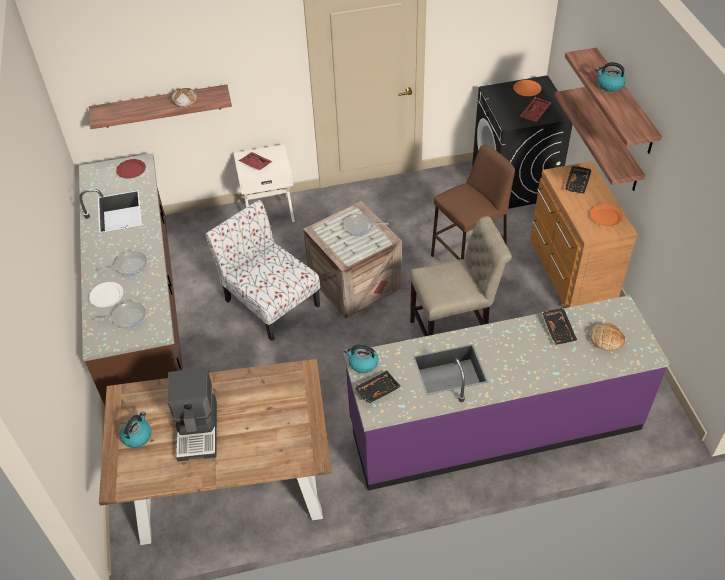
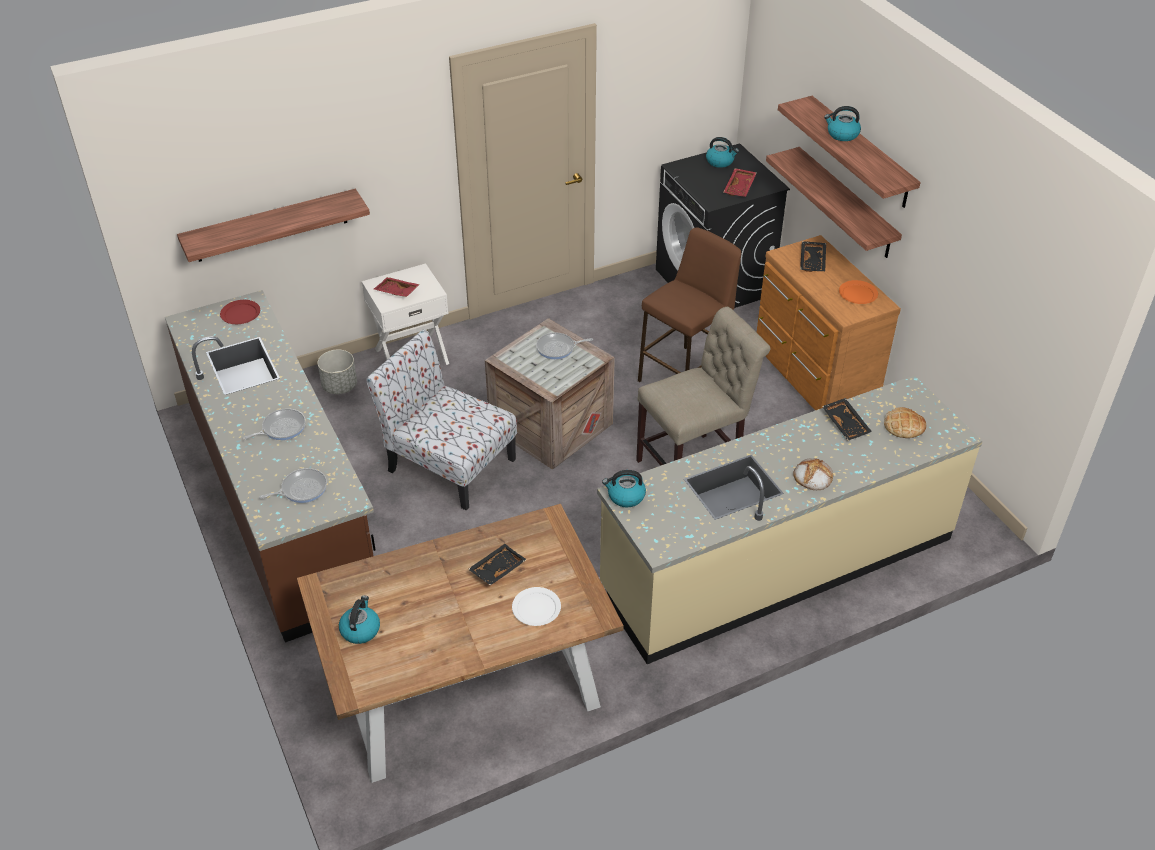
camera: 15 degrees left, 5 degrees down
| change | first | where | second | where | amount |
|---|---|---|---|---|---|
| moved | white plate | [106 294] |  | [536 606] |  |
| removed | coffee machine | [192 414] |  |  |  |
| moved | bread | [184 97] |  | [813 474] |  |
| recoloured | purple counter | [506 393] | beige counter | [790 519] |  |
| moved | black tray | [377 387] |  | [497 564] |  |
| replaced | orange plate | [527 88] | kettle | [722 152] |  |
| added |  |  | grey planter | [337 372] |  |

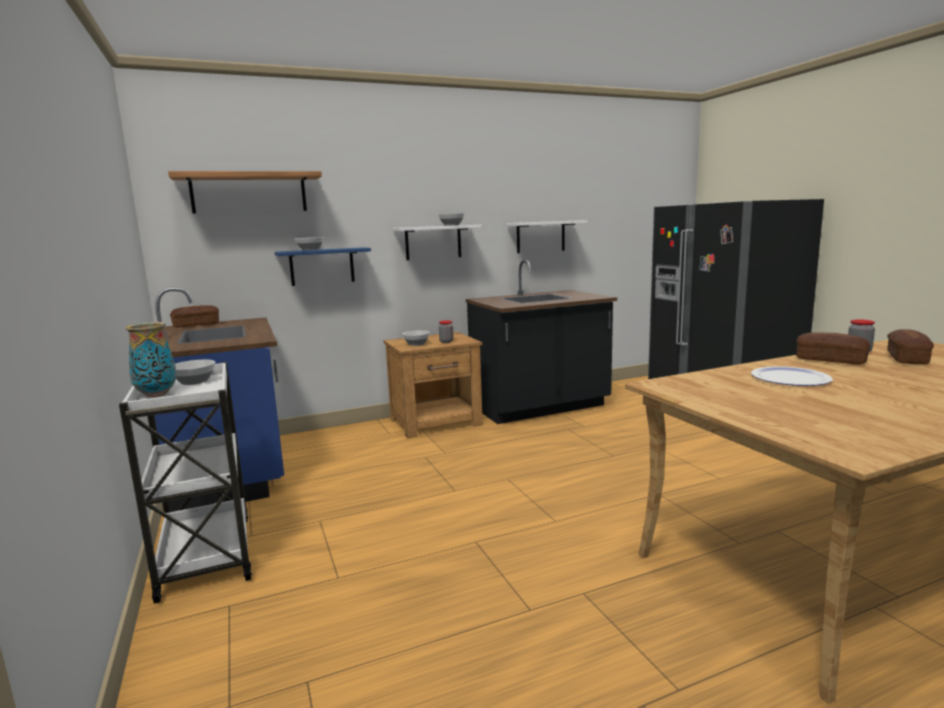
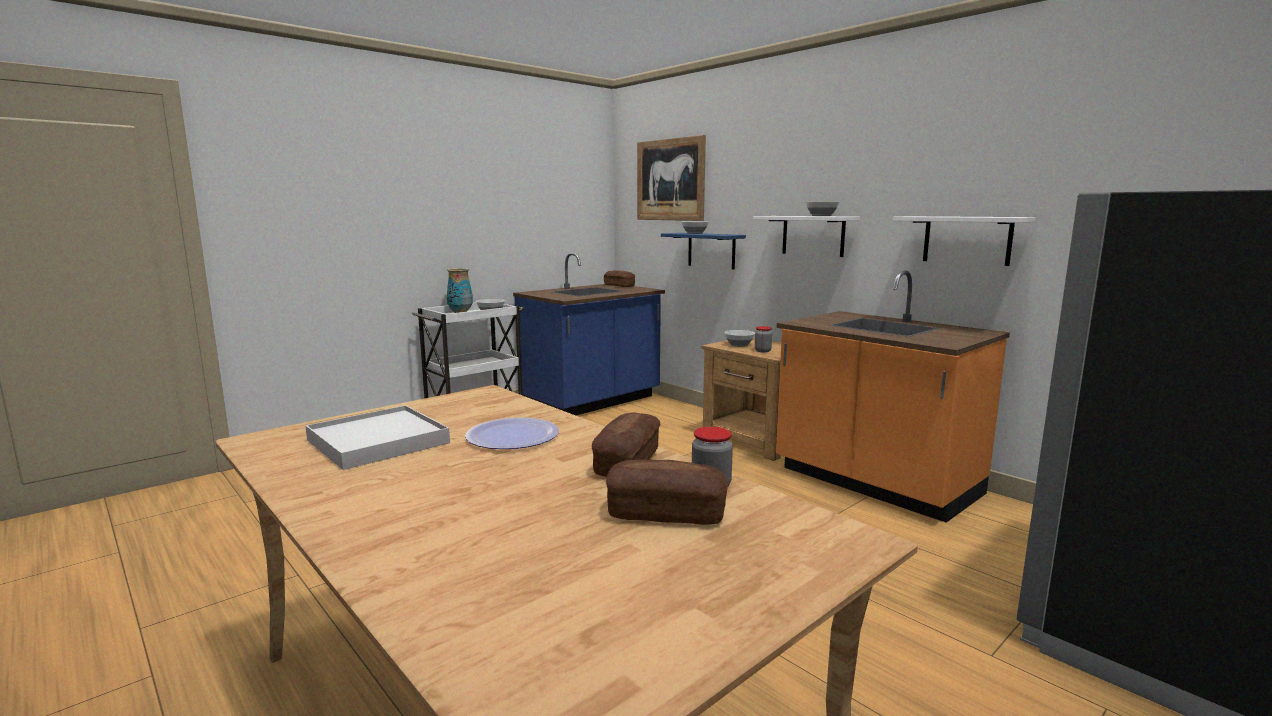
camera: 70 degrees right, 0 degrees up
| change | first | where | second | where | amount |
|---|---|---|---|---|---|
| replaced | shelf | [245 192] | picture | [671 178] |  |
| recoloured | black counter | [541 342] | orange counter | [893 397] |  |
| added |  |  | white tray | [377 437] |  |

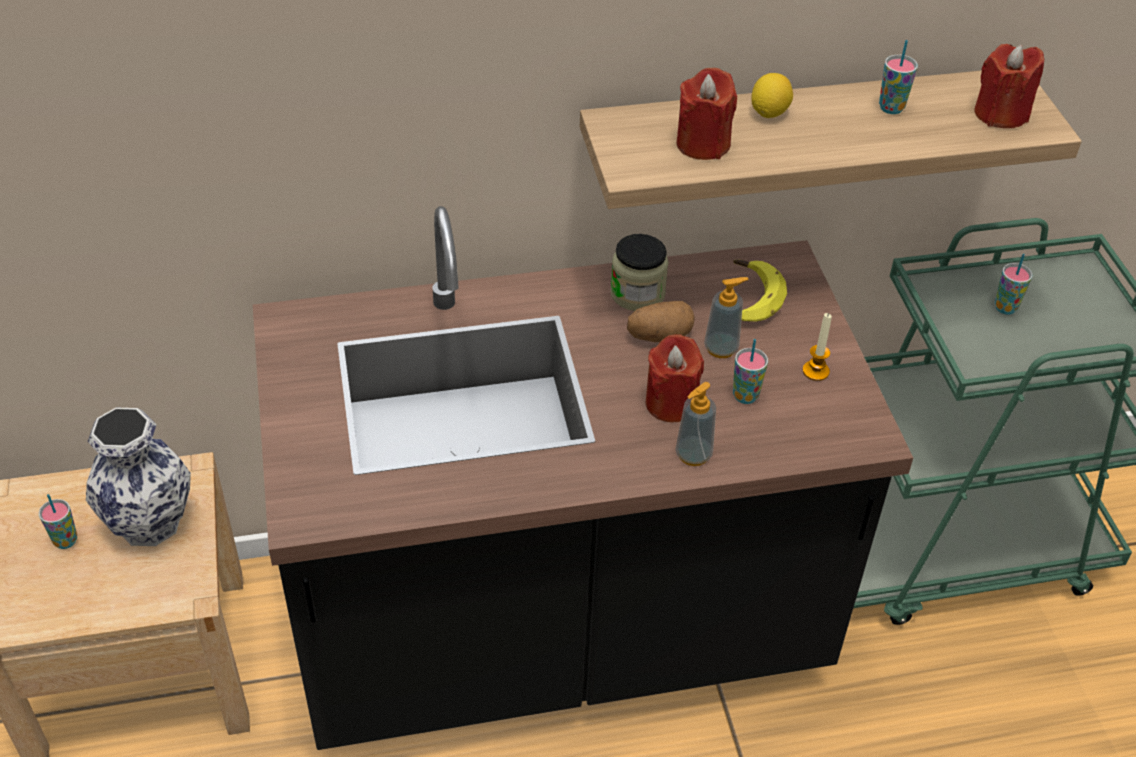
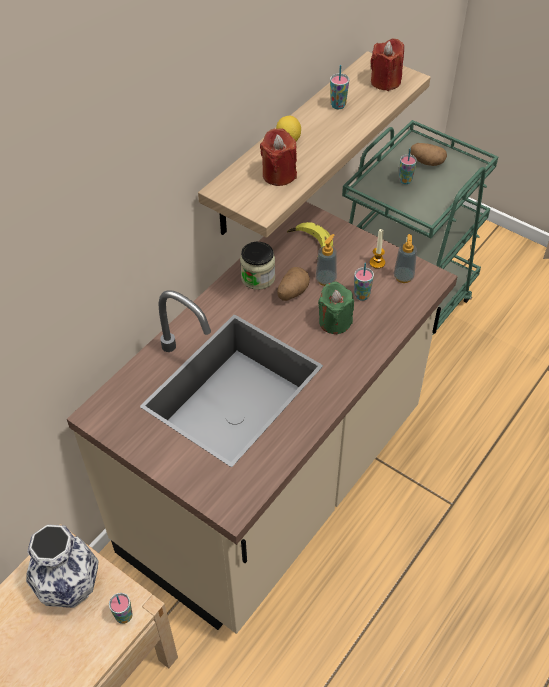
camera: 40 degrees left, 5 degrees up
| change | first | where | second | where | amount |
|---|---|---|---|---|---|
| moved | cup | [58 521] |  | [120 608] |  |
| recoloured | black counter | [583 478] | beige counter | [262 418] |  |
| recoloured | red candle | [674 378] | green candle | [336 308] |  |
| moved | soap dispenser | [695 424] |  | [405 258] |  |
| added |  |  | potato | [428 154] |  |

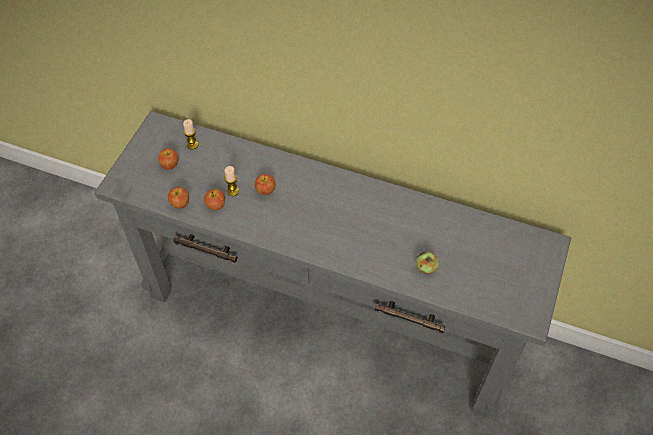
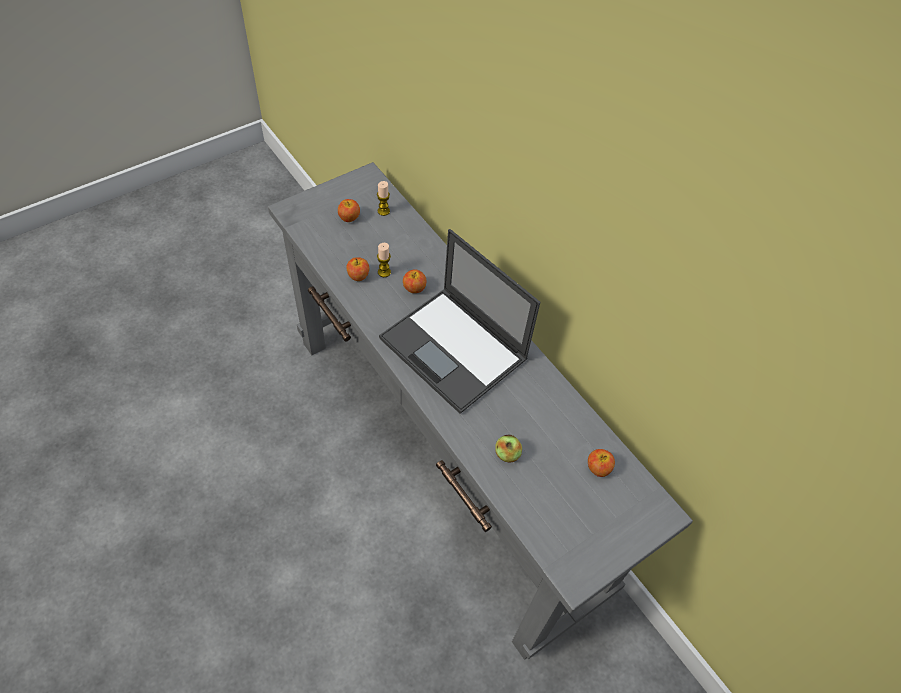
camera: 30 degrees right, 0 degrees up
| change | first | where | second | where | amount |
|---|---|---|---|---|---|
| moved | apple | [178 198] |  | [601 463] |  |
| added |  |  | laptop | [459 321] |  |

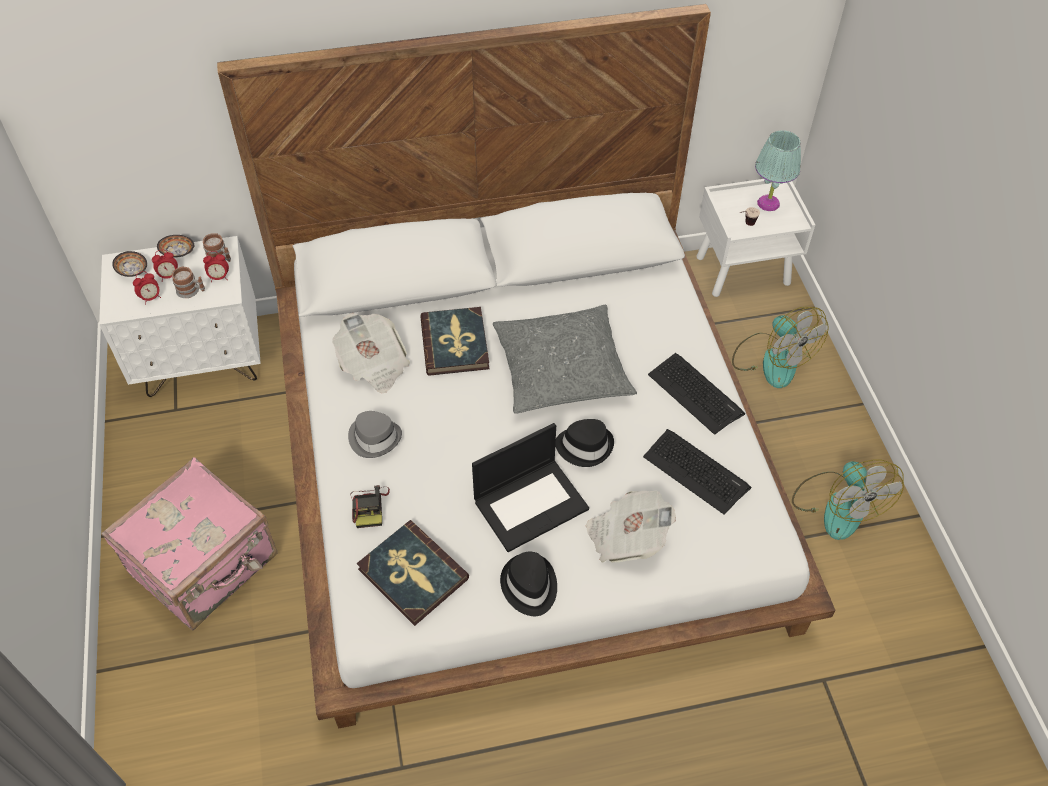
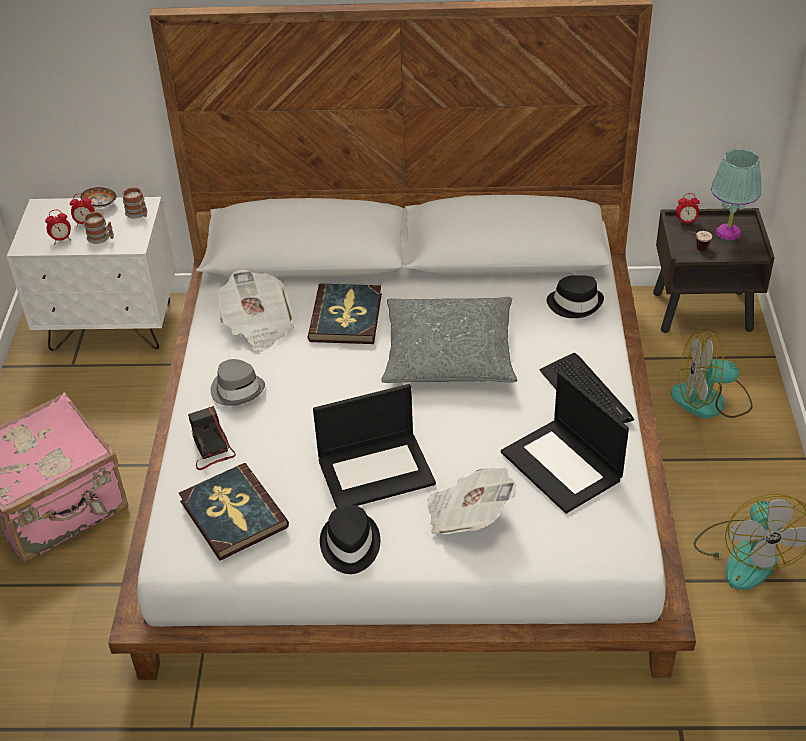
camera: 15 degrees right, 10 degrees down
| change | first | where | second | where | amount |
|---|---|---|---|---|---|
| removed | bowl | [129 264] |  |  |  |
| moved | alarm clock | [216 266] |  | [688 209] |  |
| turned | photo camera | [370 506] |  | [212 438] | 150 degrees clockwise |
| moved | black hat | [584 443] |  | [575 296] |  |
| replaced | keyboard | [697 472] | laptop | [565 442] |  |
| recoloured | white nightstand | [755 238] | brown nightstand | [714 270] |  |
| turned | fan | [780 347] |  | [712 374] | 105 degrees clockwise |

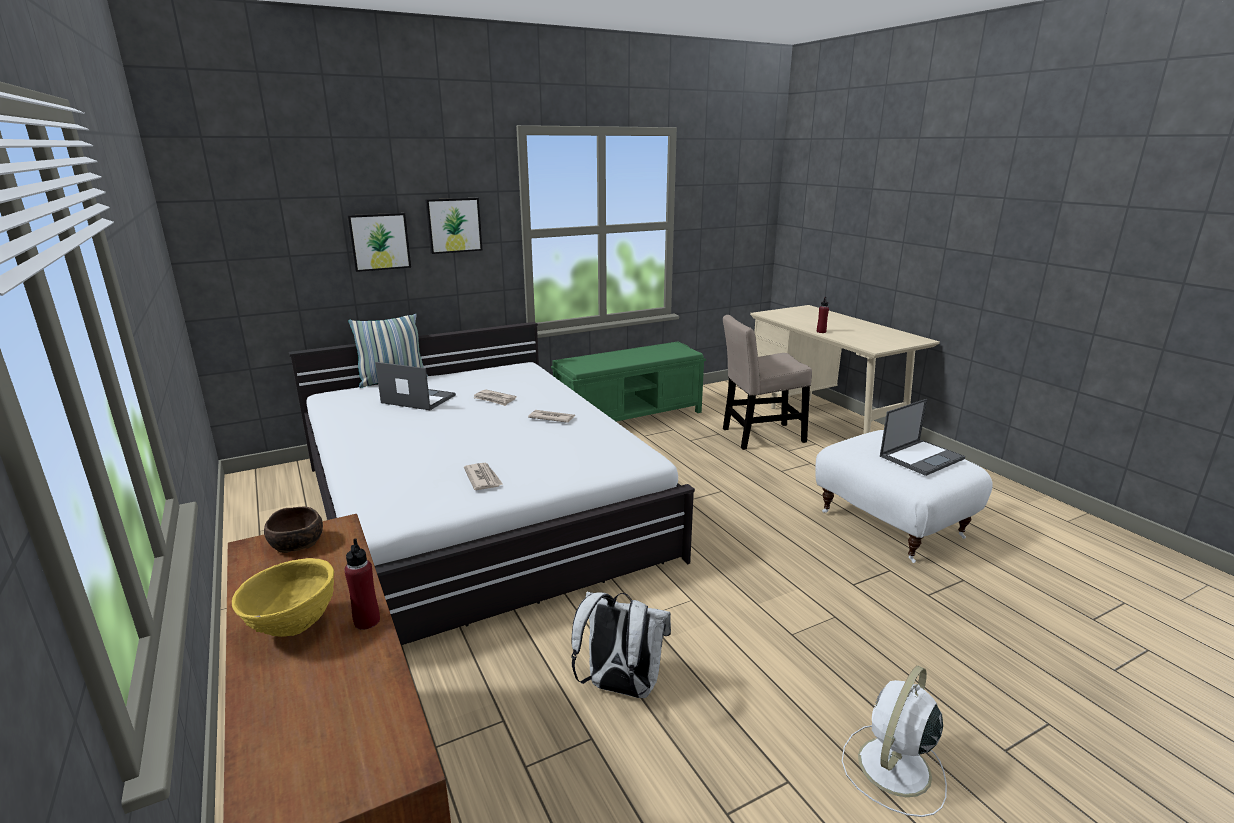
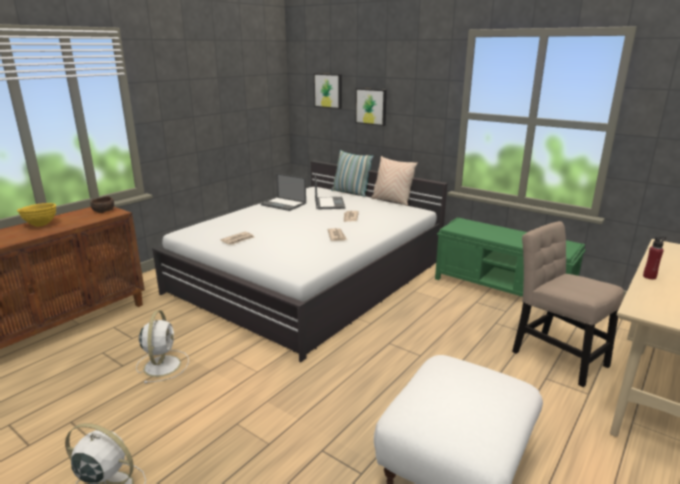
camera: 65 degrees right, 0 degrees up
| change | first | where | second | where | amount |
|---|---|---|---|---|---|
| removed | red bottle | [362 584] |  |  |  |
| moved | picture | [453 226] |  | [328 91] |  |
| replaced | white backpack | [621 645] | white fan | [162 346] |  |
| moved | laptop | [922 437] |  | [283 192] |  |
| added |  |  | beige pillow | [394 181] |  |

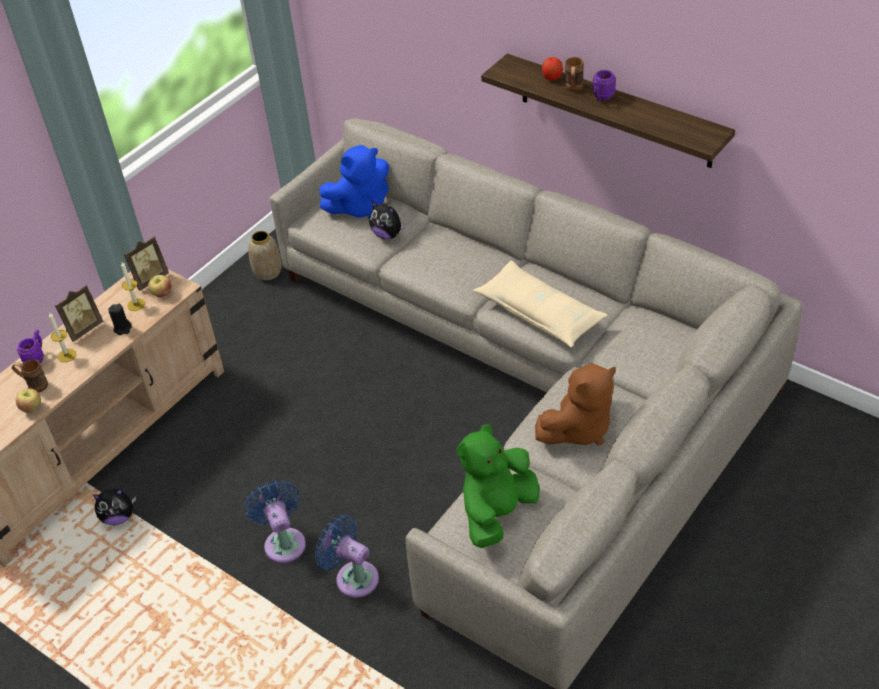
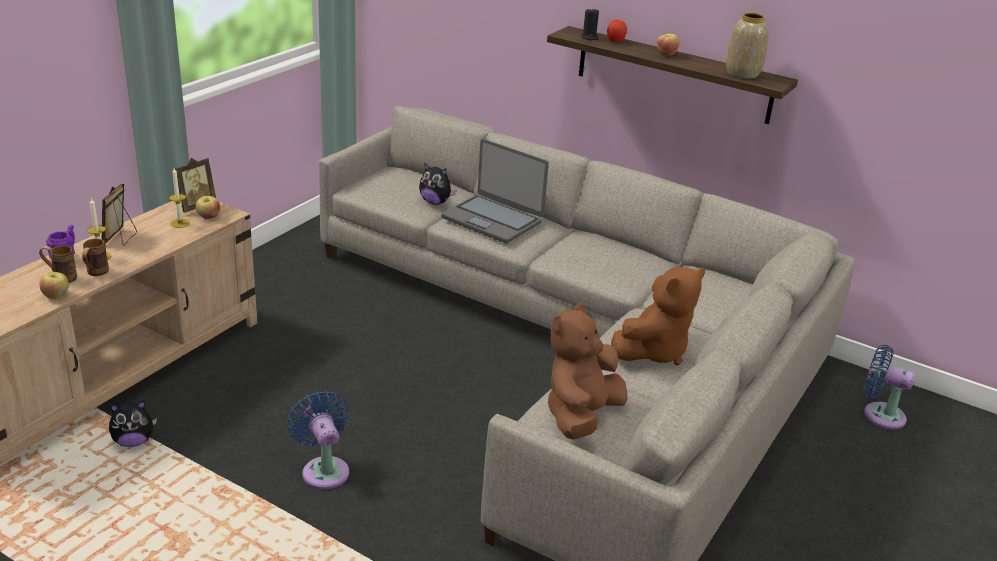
camera: 10 degrees left, 15 degrees down
| change | first | where | second | where | amount |
|---|---|---|---|---|---|
| turned | picture frame | [79 313] |  | [119 214] | 150 degrees clockwise |
| moved | black candle | [120 319] |  | [590 24] |  |
| moved | vase | [265 255] |  | [747 46] |  |
| moved | blue fan | [347 556] |  | [889 387] |  |
| removed | blue plush toy | [354 182] |  |  |  |
| recoloured | green plush toy | [498 486] | brown plush toy | [587 371] |  |
| removed | beige pillow | [540 304] |  |  |  |
| moved | brown mug | [574 74] |  | [95 257] |  |
| replaced | purple mug | [604 86] | apple | [668 45] |  |
| added |  |  | laptop | [495 191] |  |

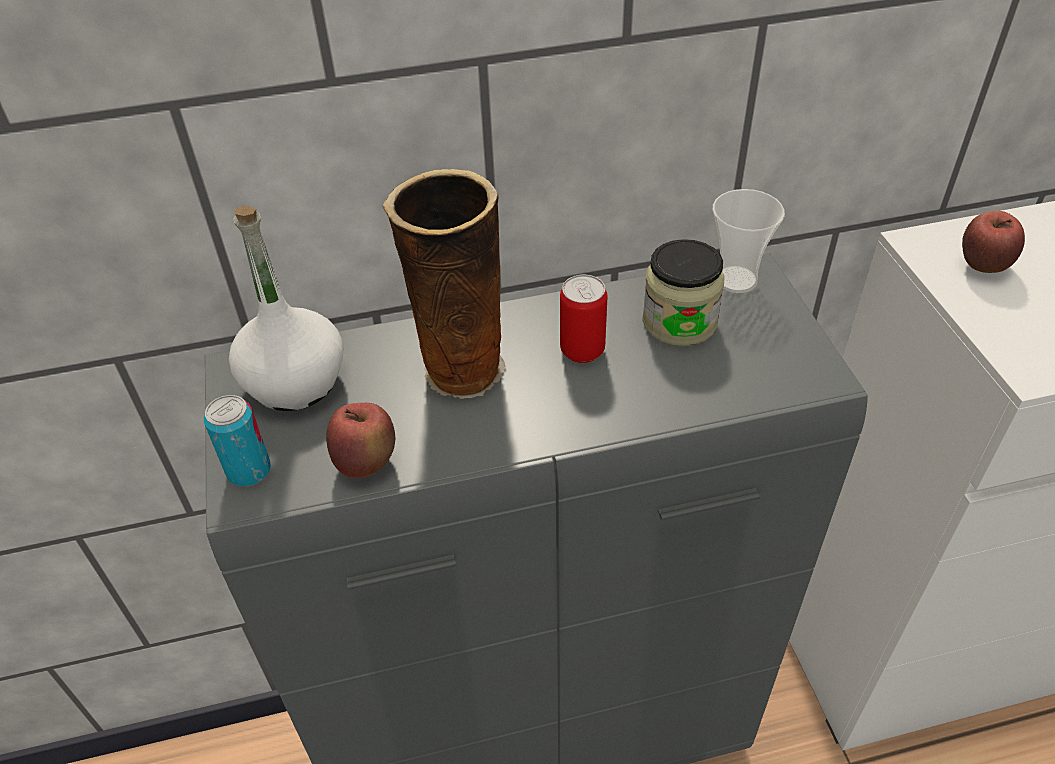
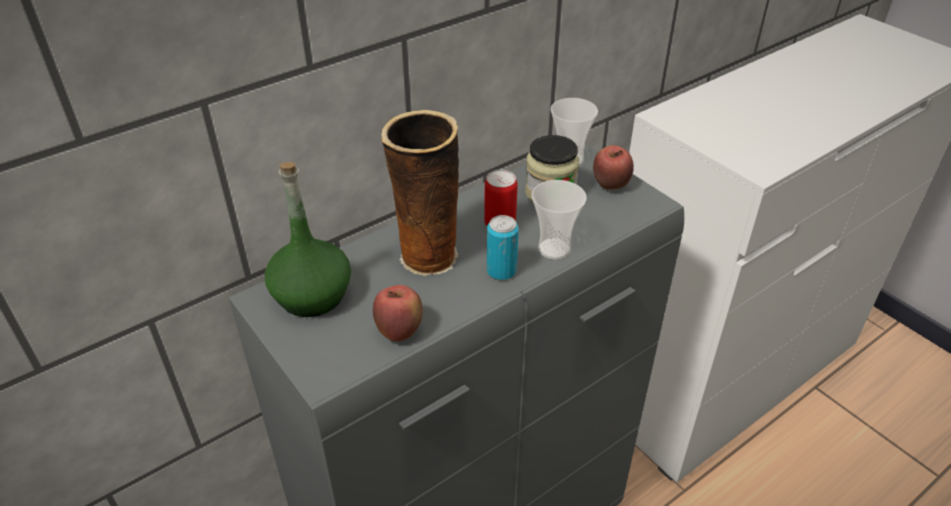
camera: 25 degrees left, 5 degrees down
| change | first | where | second | where | amount |
|---|---|---|---|---|---|
| moved | can | [237 441] |  | [503 247] |  |
| recoloured | white bottle | [286 308] | green bottle | [308 239] |  |
| moved | apple | [993 242] |  | [613 167] |  |
| added |  |  | cup | [559 220] |  |

